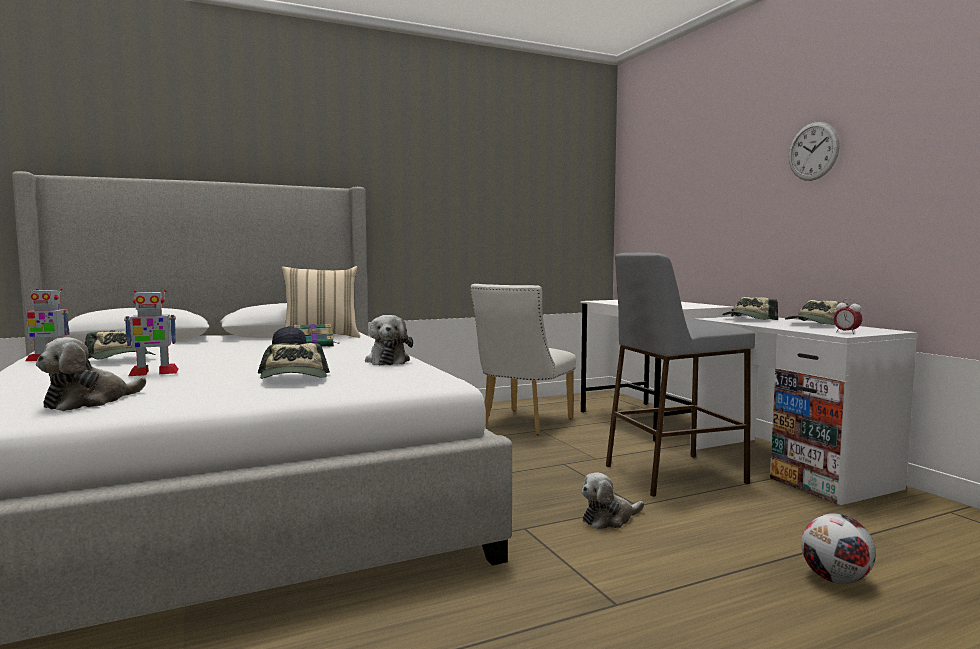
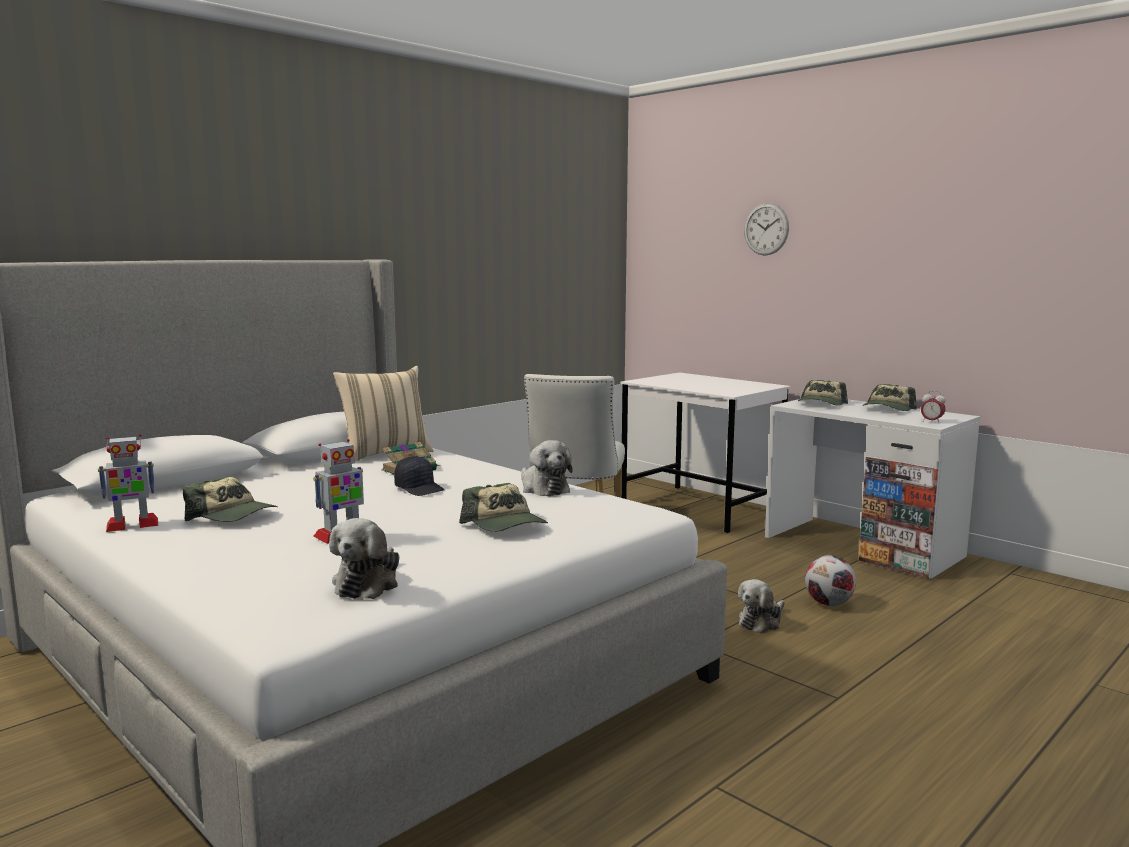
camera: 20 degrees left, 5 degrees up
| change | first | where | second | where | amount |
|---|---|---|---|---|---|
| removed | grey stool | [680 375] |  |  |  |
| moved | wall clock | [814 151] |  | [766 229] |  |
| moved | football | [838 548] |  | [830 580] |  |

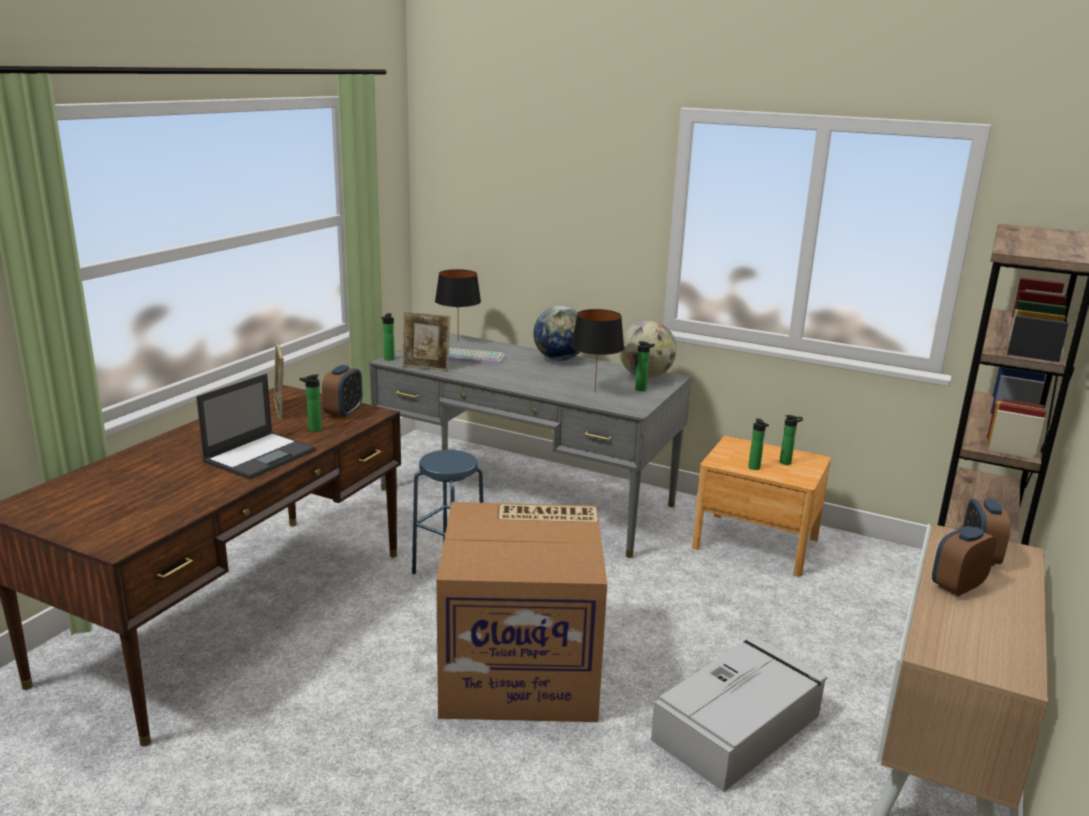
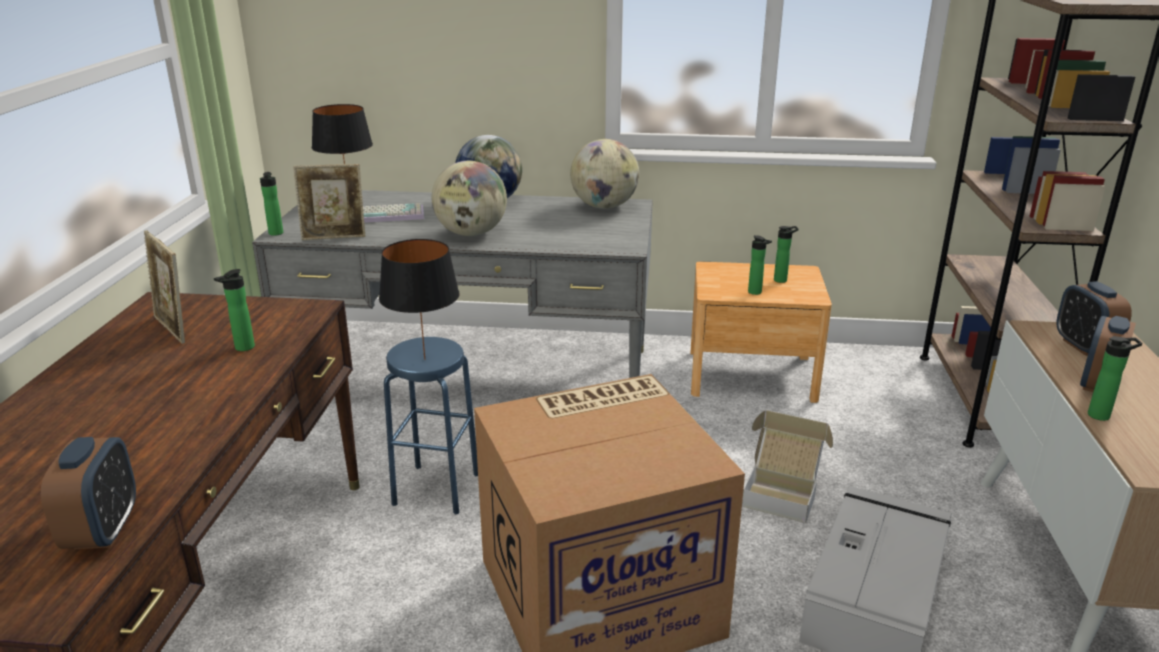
camera: 20 degrees left, 5 degrees up
| change | first | where | second | where | amount |
|---|---|---|---|---|---|
| removed | laptop | [256 426] |  |  |  |
| moved | alarm clock | [342 391] |  | [88 493] |  |
| moved | black table lamp | [597 349] |  | [419 299] |  |
| moved | bottle | [645 366] |  | [1115 378] |  |
| added |  |  | globe | [469 198] |  |
| added |  |  | cardboard box | [787 466] |  |

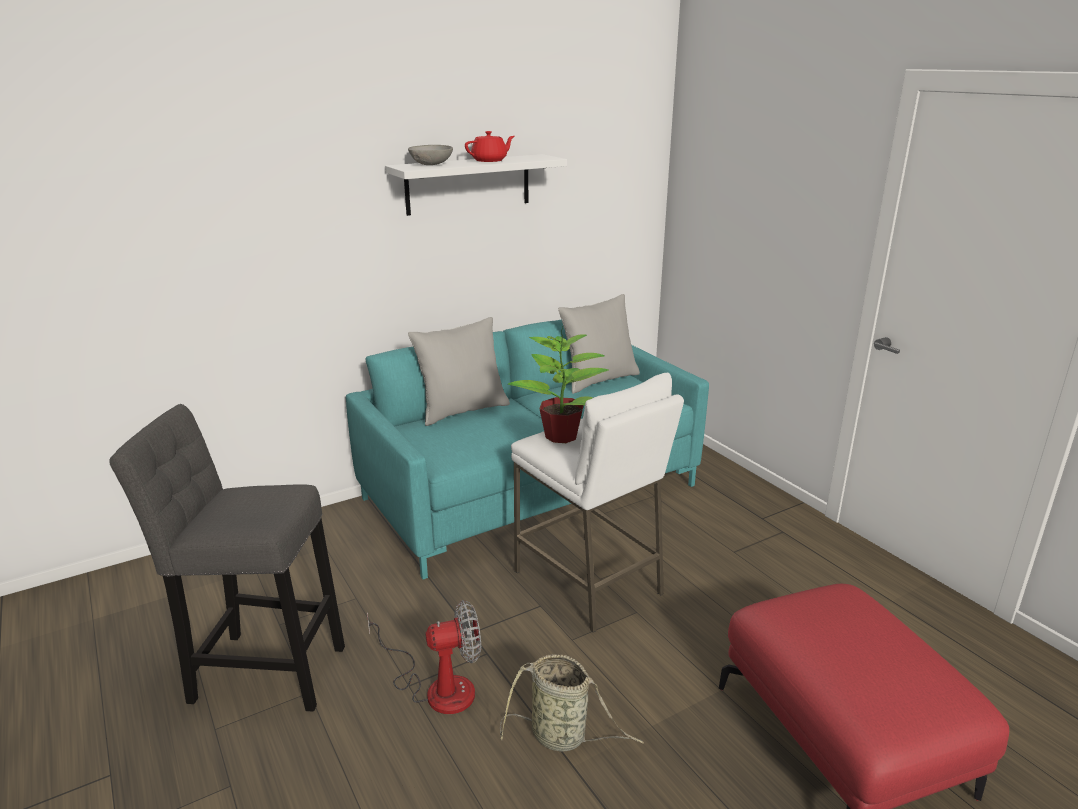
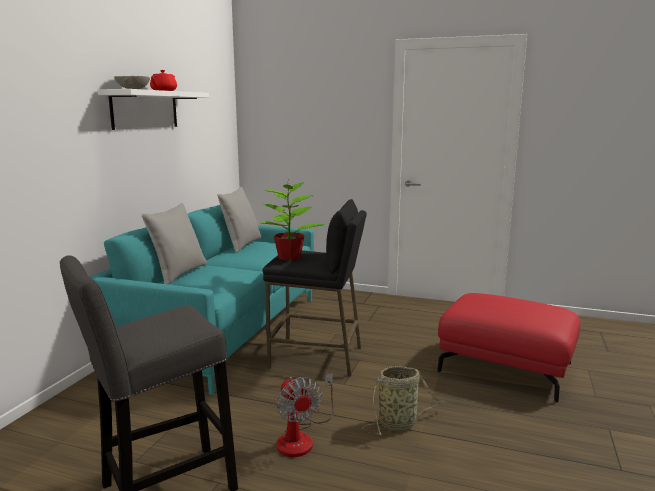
camera: 40 degrees left, 10 degrees down
| change | first | where | second | where | amount |
|---|---|---|---|---|---|
| turned | fan | [424 657] |  | [305 415] | 120 degrees clockwise |
| recoloured | white stool | [597 503] | black stool | [315 287] |  |

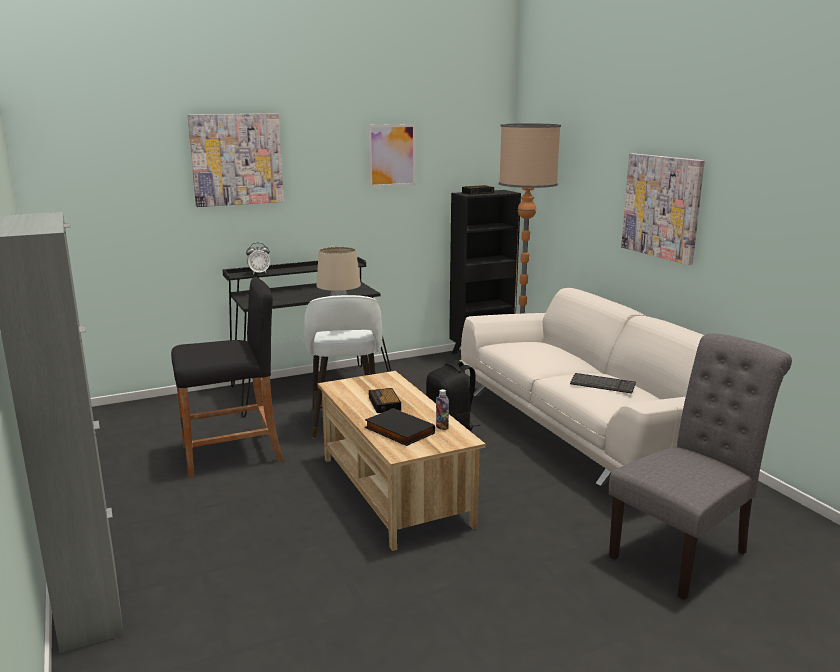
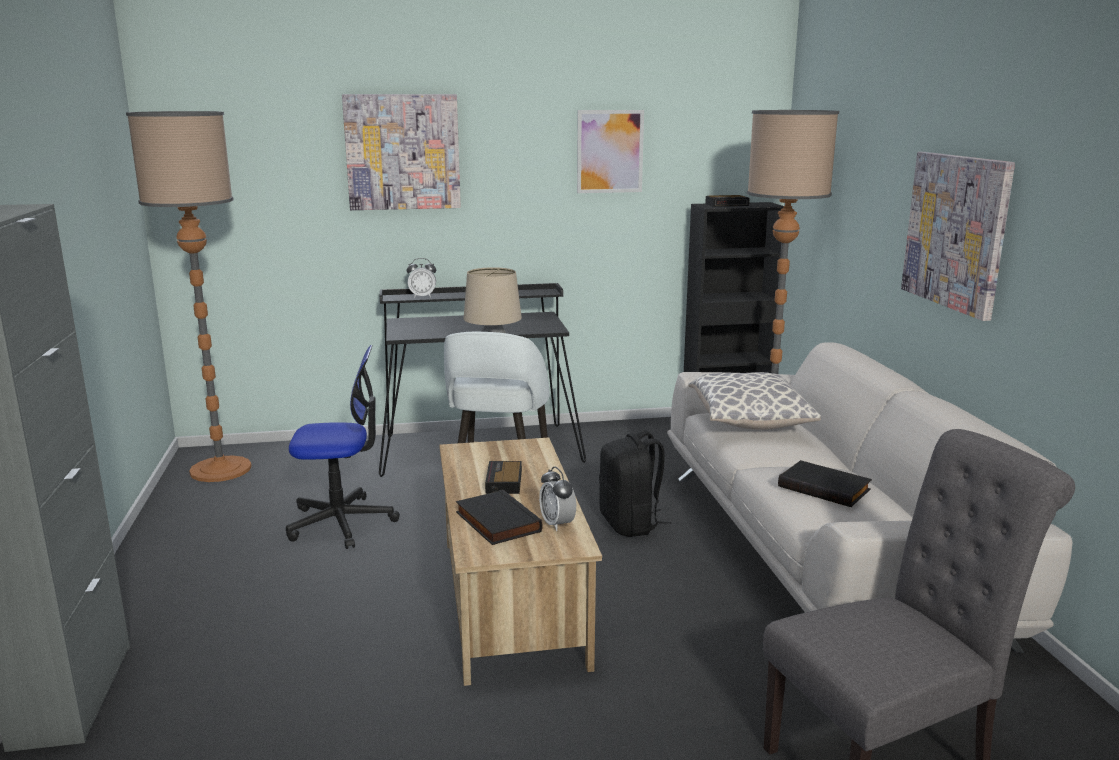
camera: 15 degrees right, 0 degrees up
| change | first | where | second | where | amount |
|---|---|---|---|---|---|
| replaced | black stool | [227 377] | office chair | [343 447] |  |
| replaced | bottle | [442 409] | alarm clock | [557 499] |  |
| replaced | keyboard | [603 383] | black book | [825 483] |  |
| added |  |  | floor lamp | [189 296] |  |
| added |  |  | pillow | [754 401] |  |

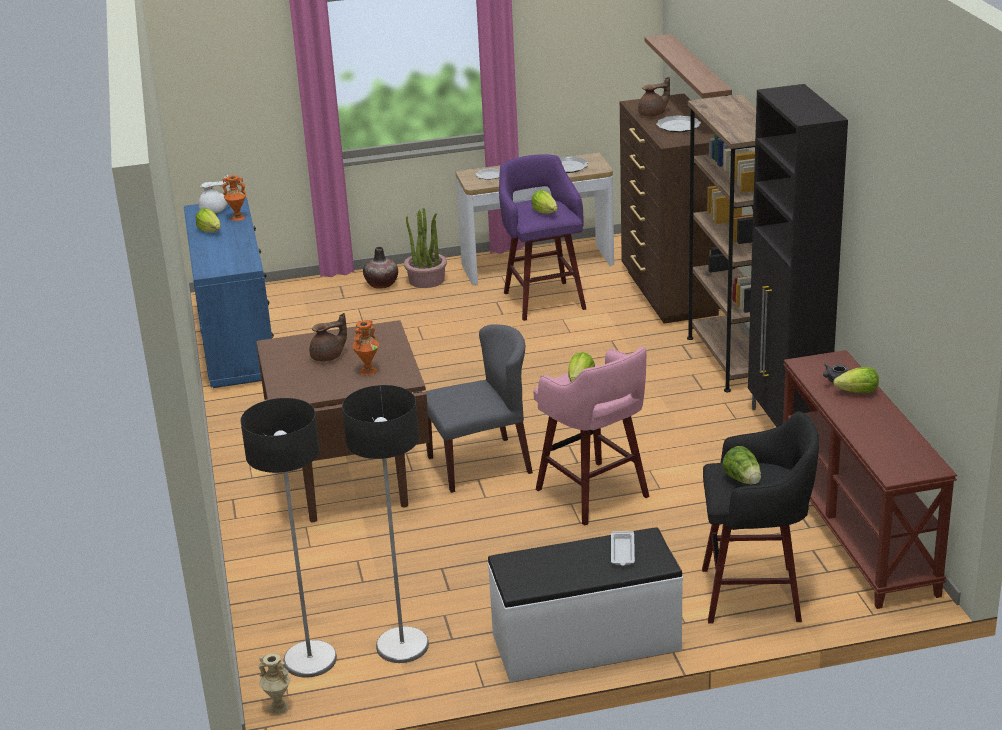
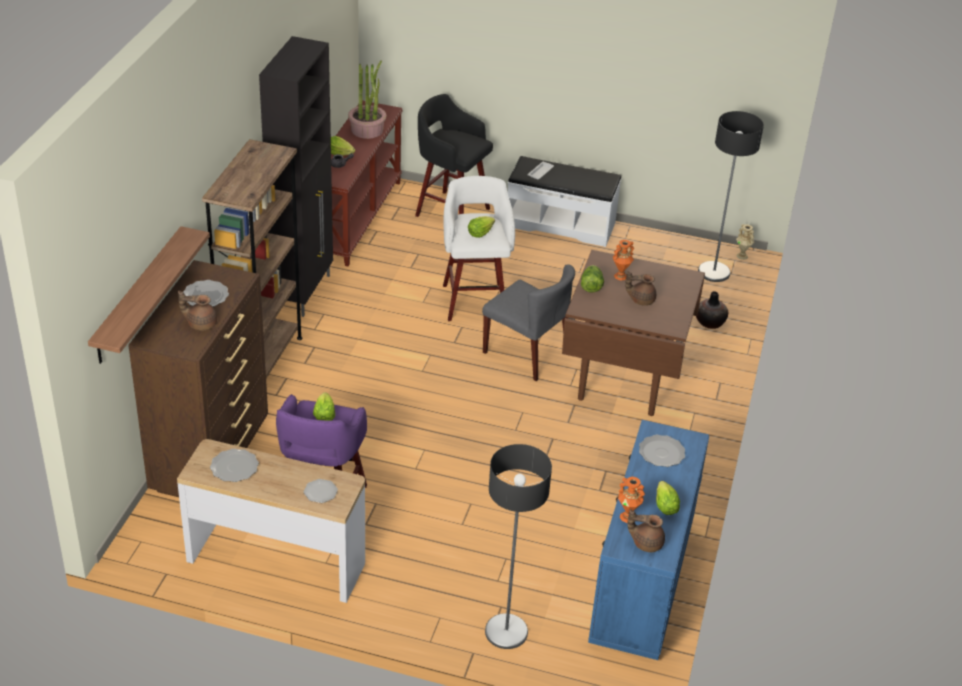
camera: 155 degrees left, 10 degrees up
| change | first | where | second | where | amount |
|---|---|---|---|---|---|
| recoloured | white teapot | [214 194] | brown teapot | [646 530] |  |
| moved | floor lamp | [385 524] |  | [518 546] |  |
| moved | vase | [380 268] |  | [712 310] |  |
| moved | potted plant | [425 248] |  | [367 99] |  |
| turned | grey chair | [479 408] |  | [528 322] | 150 degrees counterclockwise |
| recoloured | pink stool | [591 436] | white stool | [479 248] |  |
| moved | lettuce | [742 465] |  | [592 279] |  |
| added |  |  | plate | [662 451] |  |

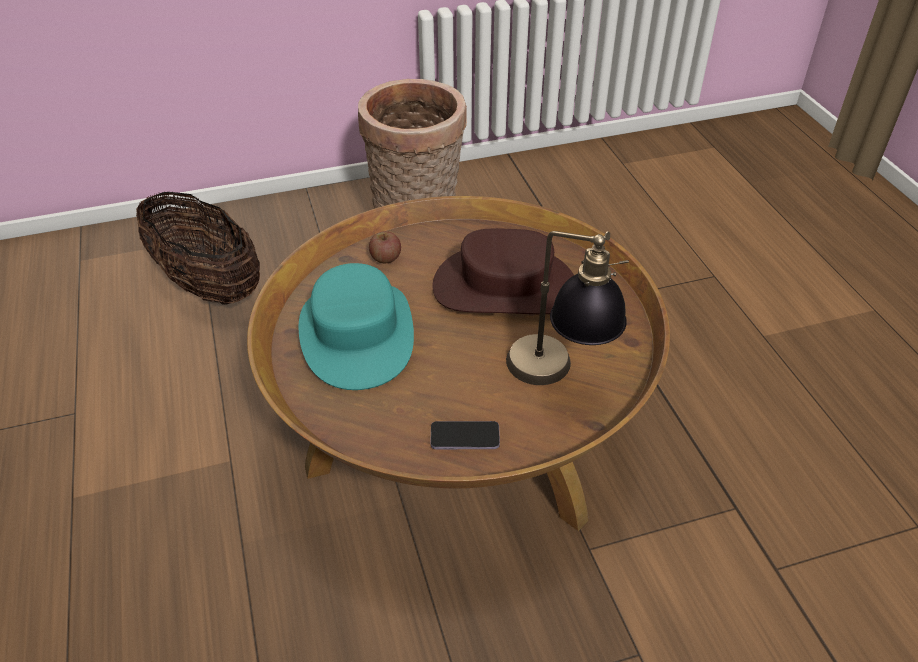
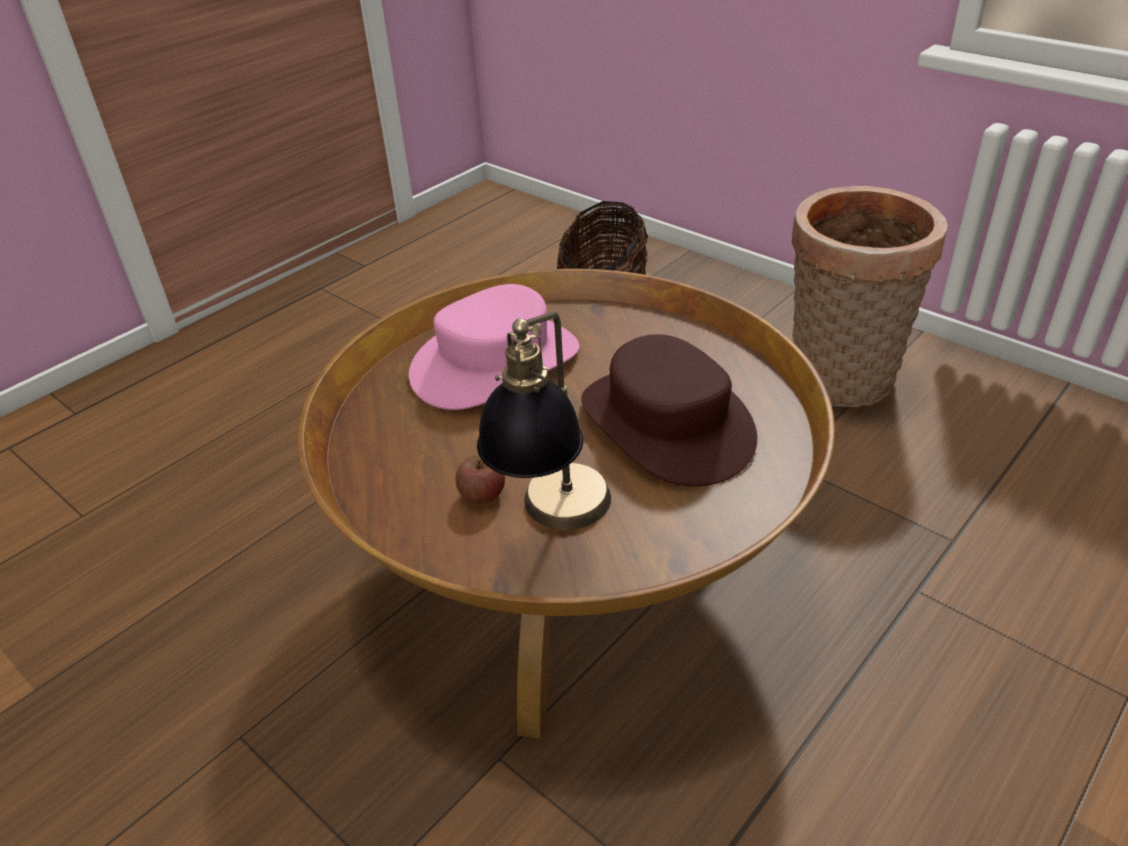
camera: 60 degrees right, 5 degrees down
| change | first | where | second | where | amount |
|---|---|---|---|---|---|
| recoloured | turquoise hat | [356 326] | pink hat | [494 347] |  |
| moved | apple | [385 247] |  | [480 479] |  |
| removed | phone | [465 435] |  |  |  |

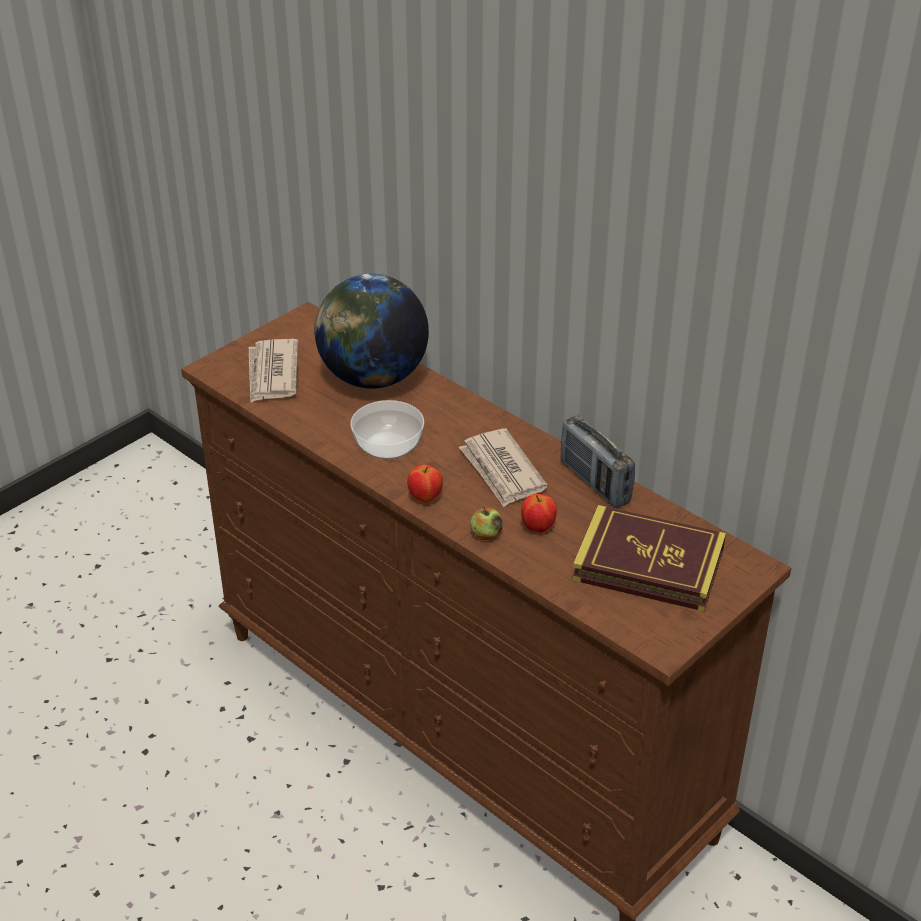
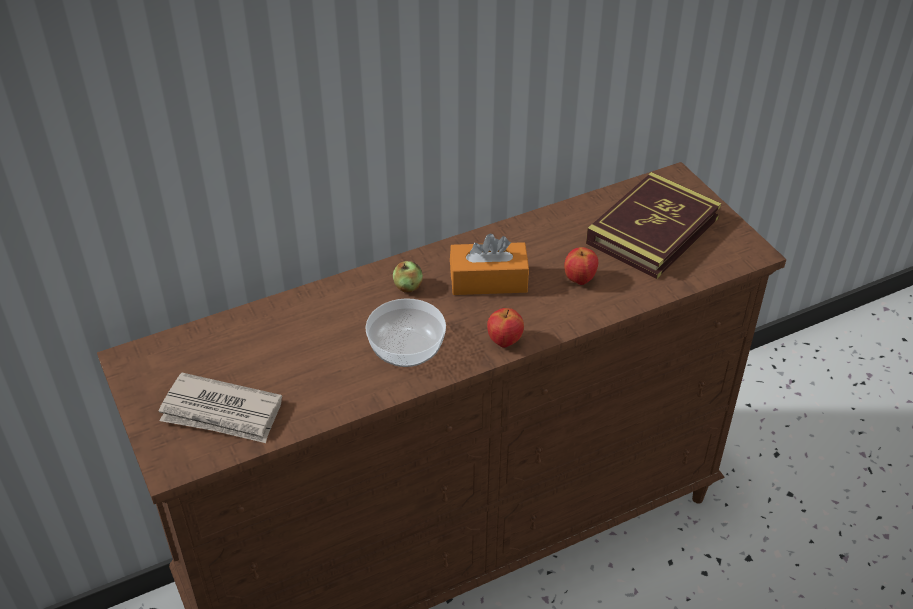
camera: 70 degrees left, 5 degrees up
| change | first | where | second | where | amount |
|---|---|---|---|---|---|
| removed | globe | [371 331] |  |  |  |
| replaced | newspaper | [503 467] | orange tissue box | [489 264] |  |
| moved | apple | [486 523] |  | [408 277] |  |
| removed | radio | [598 462] |  |  |  |

